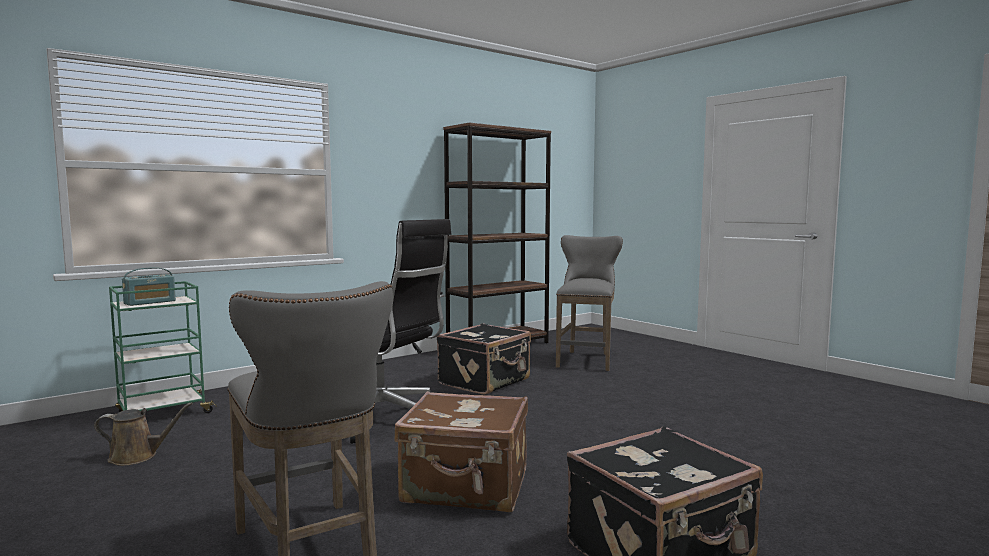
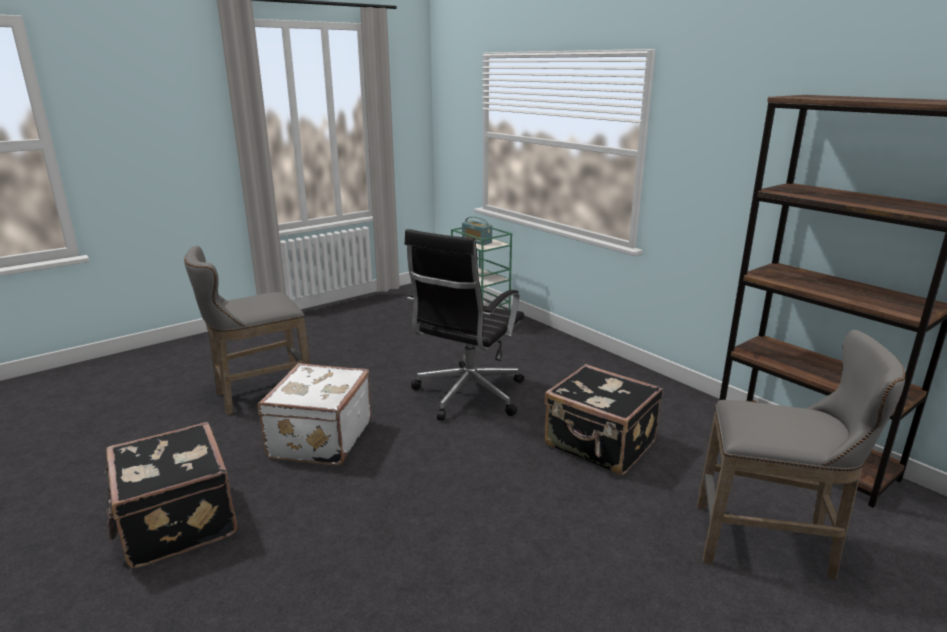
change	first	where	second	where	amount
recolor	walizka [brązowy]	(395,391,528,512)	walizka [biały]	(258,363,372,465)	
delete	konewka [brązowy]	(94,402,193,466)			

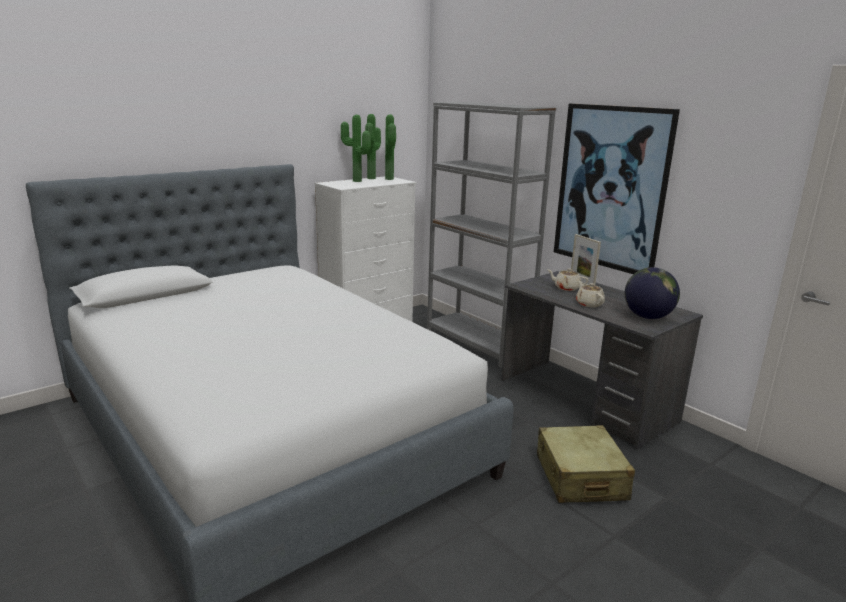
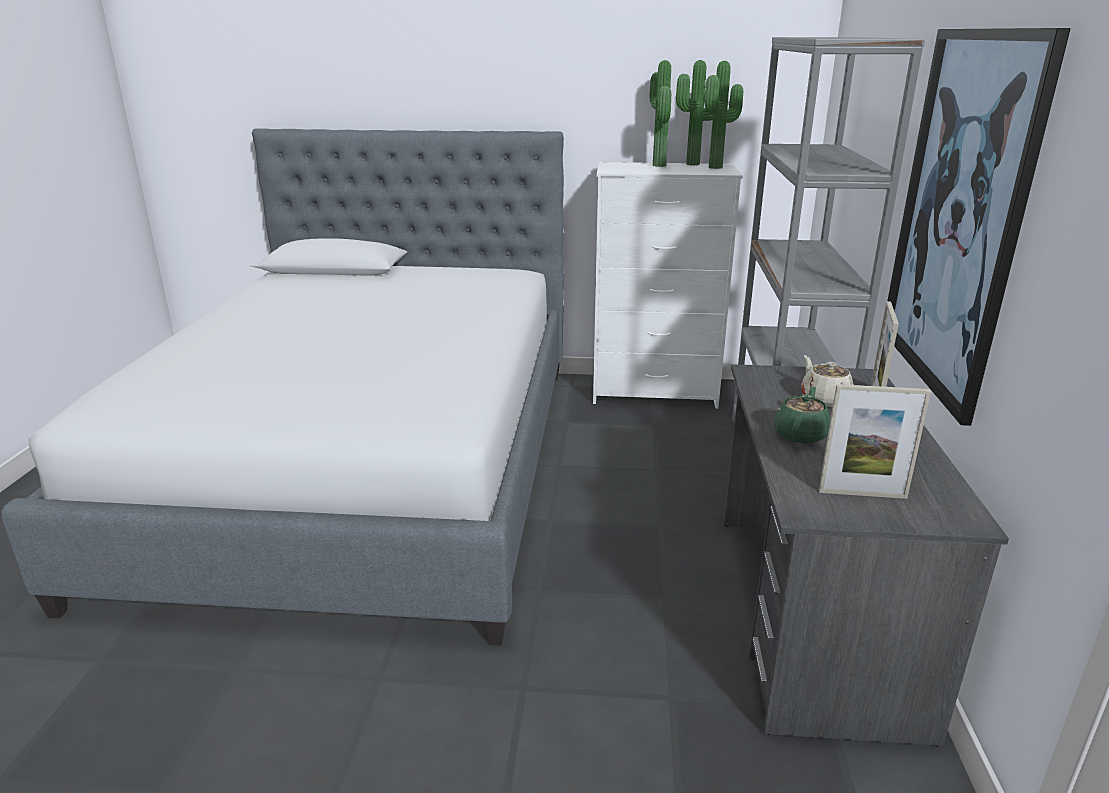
change	first	where	second	where	amount
recolor	imbryk [beżowy]	(576,281,605,307)	imbryk [zielony]	(774,387,830,444)	
replace	globus	(625,267,680,319)	ramka na zdjęcie	(819,384,931,499)	
delete	walizka [beżowy]	(537,425,635,503)			

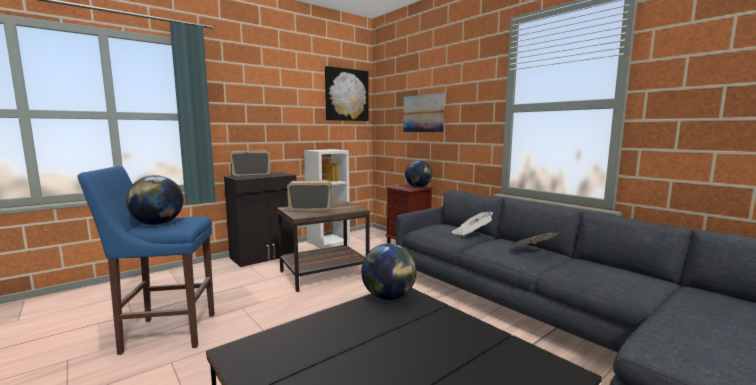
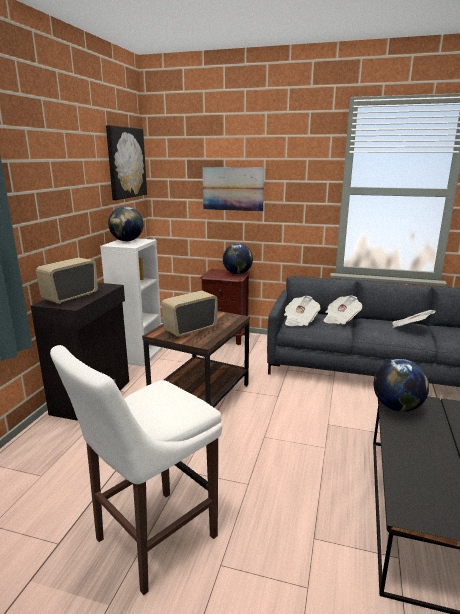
change	first	where	second	where	amount
recolor	stołek [niebieski]	(78,166,214,355)	stołek [biały]	(50,345,222,595)	
move	globus	(126,175,184,225)		(108,206,143,241)	
insert			gazeta	(284,296,321,326)	

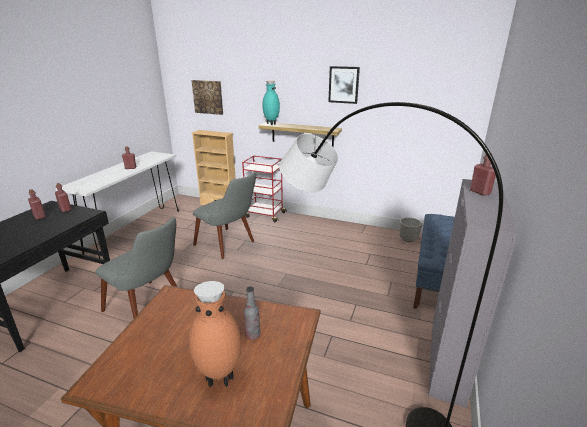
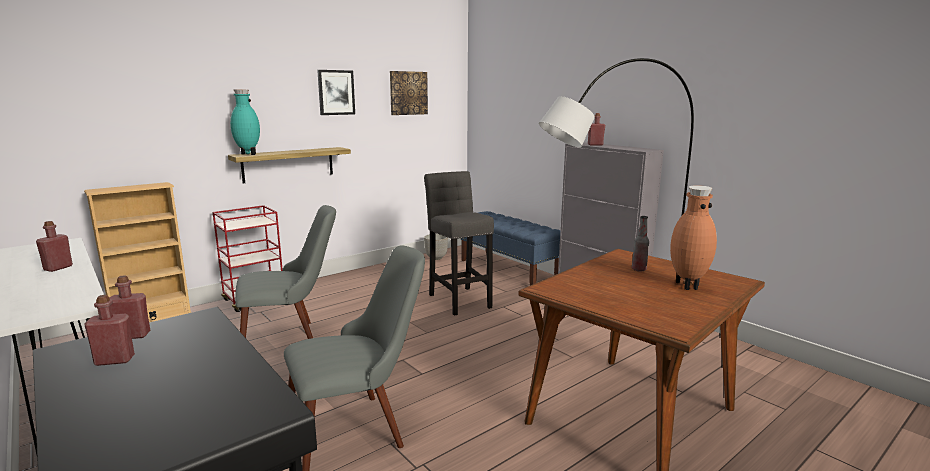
change	first	where	second	where	amount
move	obraz	(191,80,223,115)		(390,71,428,115)	
insert			stołek [szary]	(424,171,494,316)	

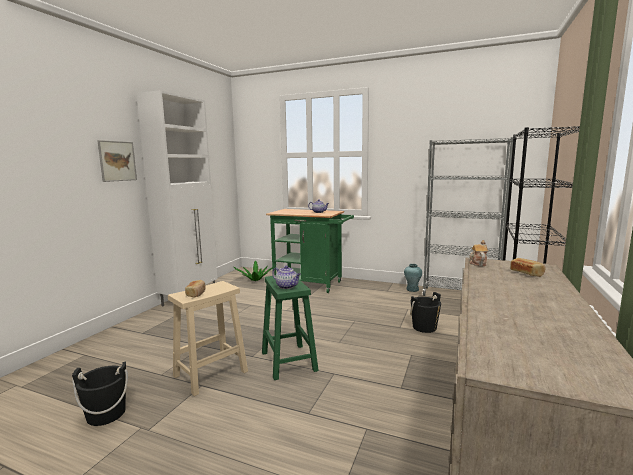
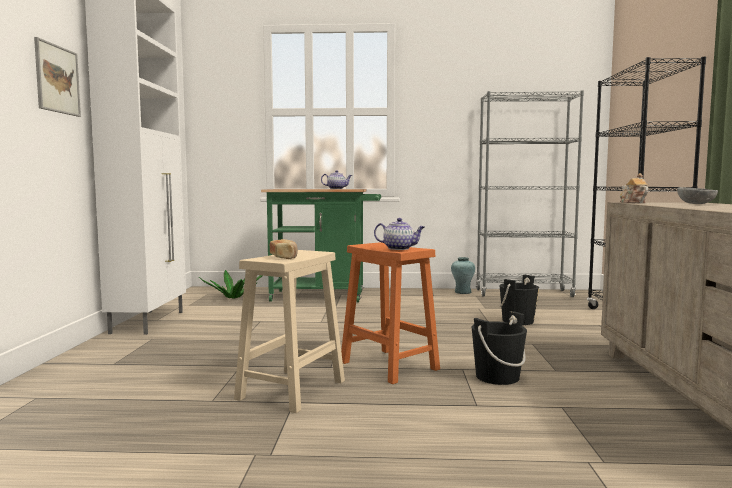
change	first	where	second	where	amount
recolor	stołek [zielony]	(262,276,319,380)	stołek [pomarańczowy]	(341,243,440,384)	
move	wiadro [czarny]	(72,361,128,426)		(472,311,527,385)	
replace	chleb	(510,258,545,277)	miska [szary]	(677,187,718,204)	

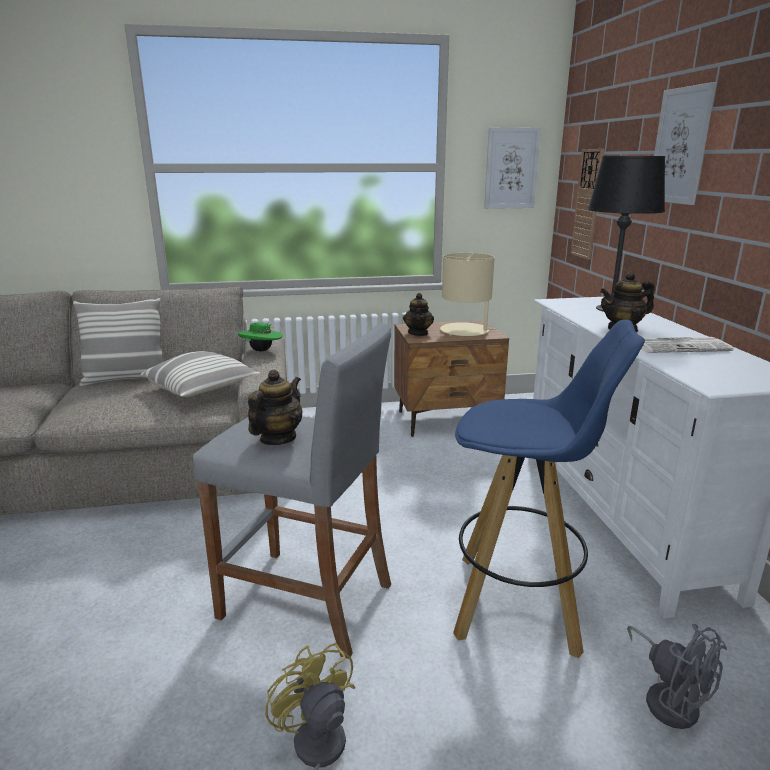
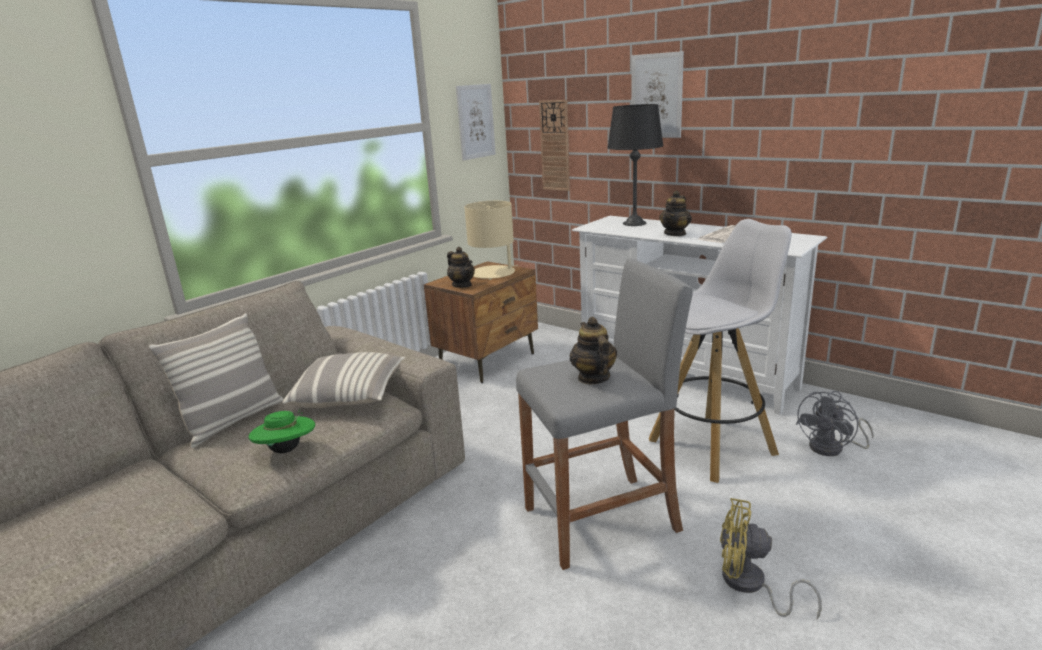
change	first	where	second	where	amount
move	kapelusz [zielony]	(238,323,283,351)		(249,410,315,453)	
recolor	stołek [niebieski]	(453,319,645,659)	stołek [biały]	(649,219,792,483)	
rotate	wentylator [szary]	(627,624,727,729)		(796,391,874,456)	120 degrees clockwise

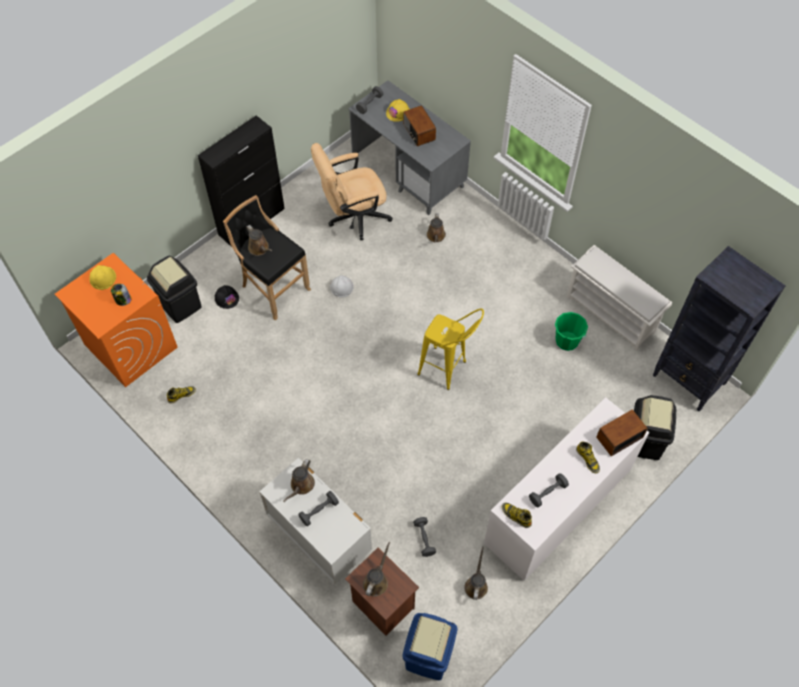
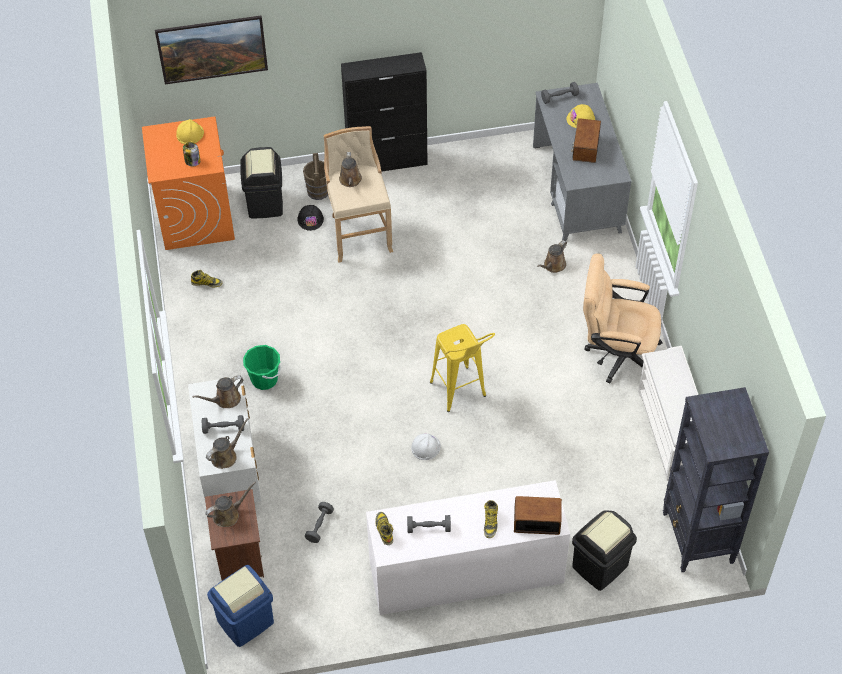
change	first	where	second	where	amount
insert			obraz	(155,15,268,84)	
move	konewka [brązowy]	(464,547,488,600)		(206,418,248,469)	
move	wiadro [zielony]	(555,312,588,351)		(243,345,281,390)	
insert			wiadro [brązowy]	(303,153,328,200)	
recolor	stołek [czarny]	(223,195,311,321)	stołek [beżowy]	(323,126,393,263)	
move	kask [biały]	(330,275,354,298)		(411,434,441,460)	
move	krzesło biurowe [beżowy]	(311,143,393,240)		(583,253,663,383)	

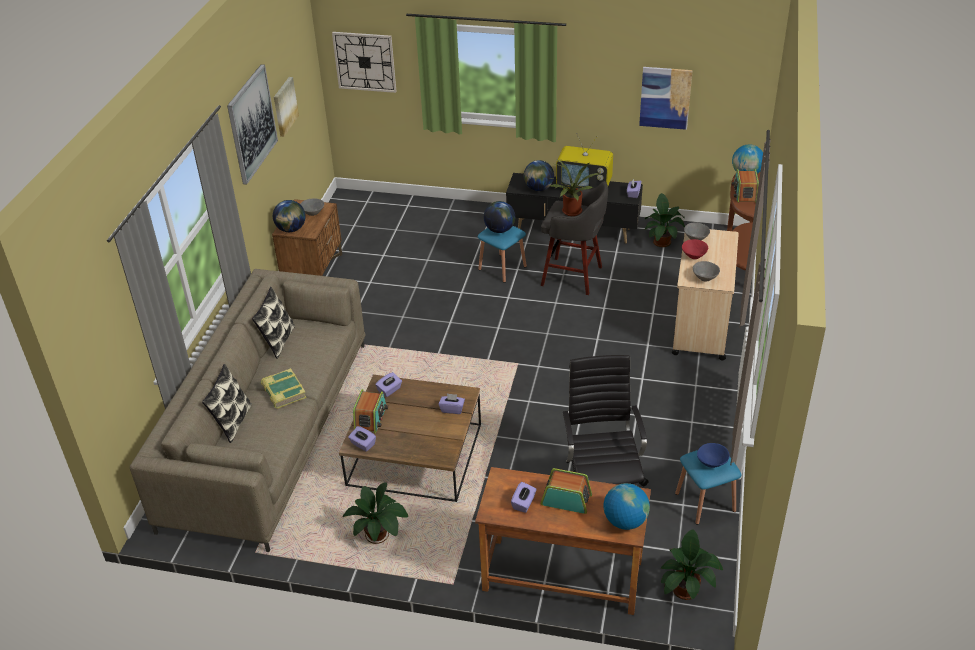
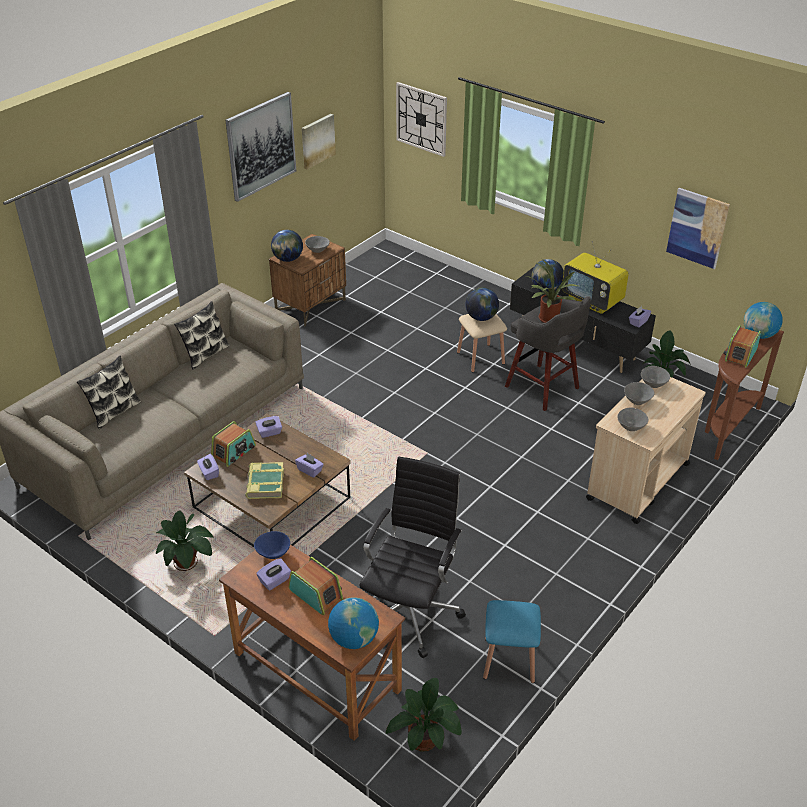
change	first	where	second	where	amount
move	książka	(260,368,306,409)		(245,462,284,499)	
move	miska [niebieski]	(697,443,730,468)		(254,531,290,559)	
recolor	stołek [niebieski]	(478,226,527,283)	stołek [beżowy]	(457,314,507,373)	
recolor	miska [czerwony]	(682,239,708,259)	miska [szary]	(624,382,655,405)	

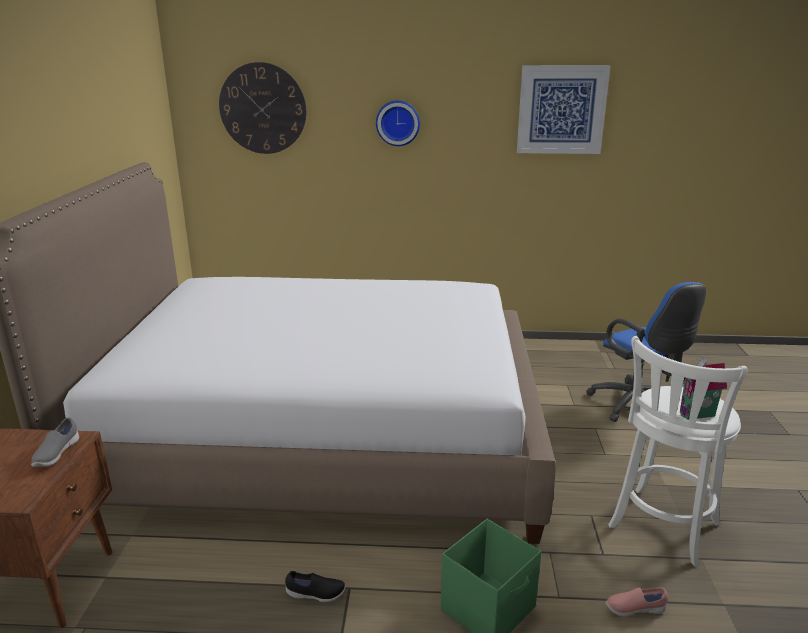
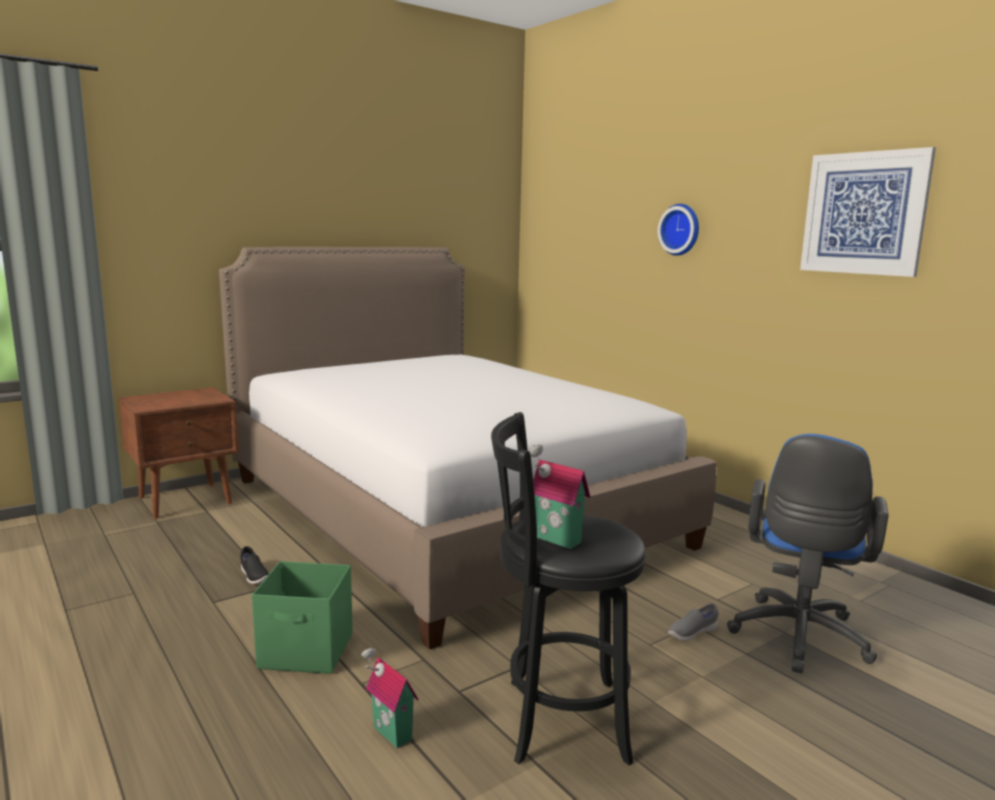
change	first	where	second	where	amount
replace	but [różowy]	(605,587,668,616)	domek	(361,645,419,748)	
recolor	stołek [biały]	(608,336,747,566)	stołek [czarny]	(491,412,646,766)	
move	but [szary]	(31,417,79,467)		(668,603,718,641)	
delete	zegar ścienny	(219,62,307,154)			

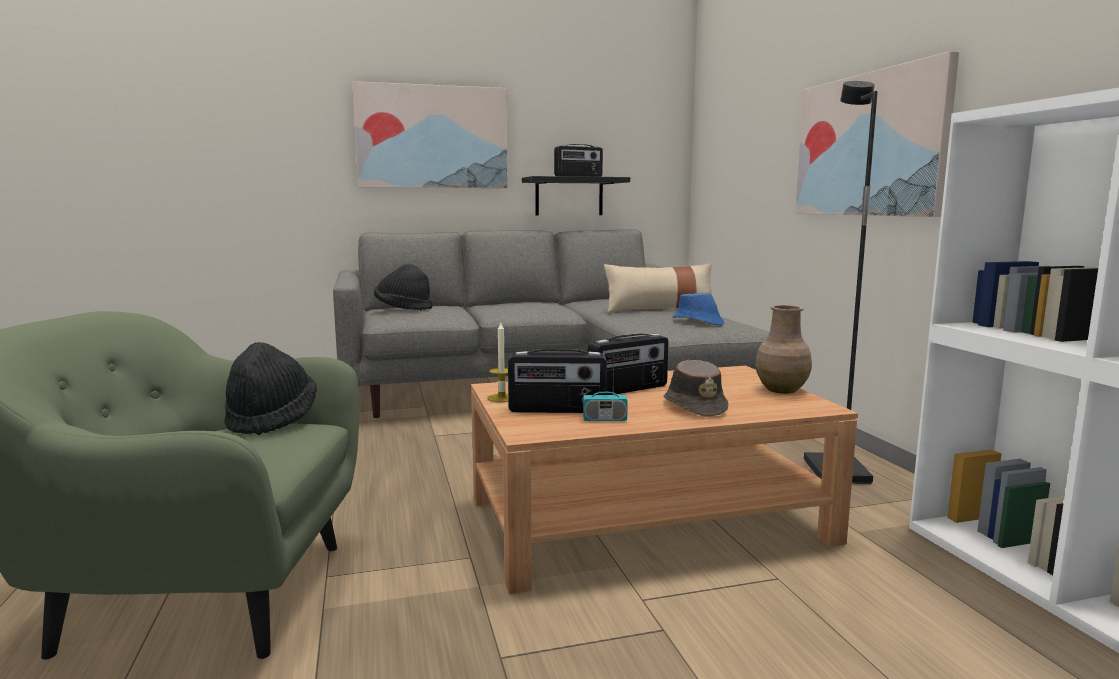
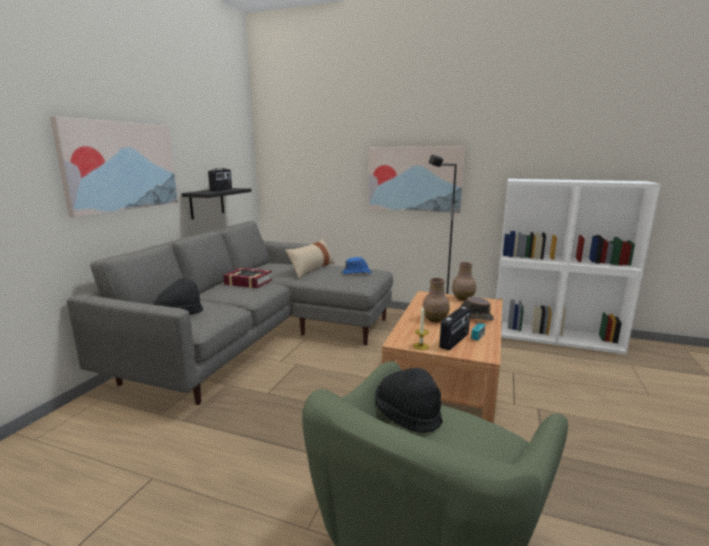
change	first	where	second	where	amount
insert			książka	(223,268,273,288)	
replace	radio	(588,333,668,395)	wazon [brązowy]	(422,278,450,322)	

